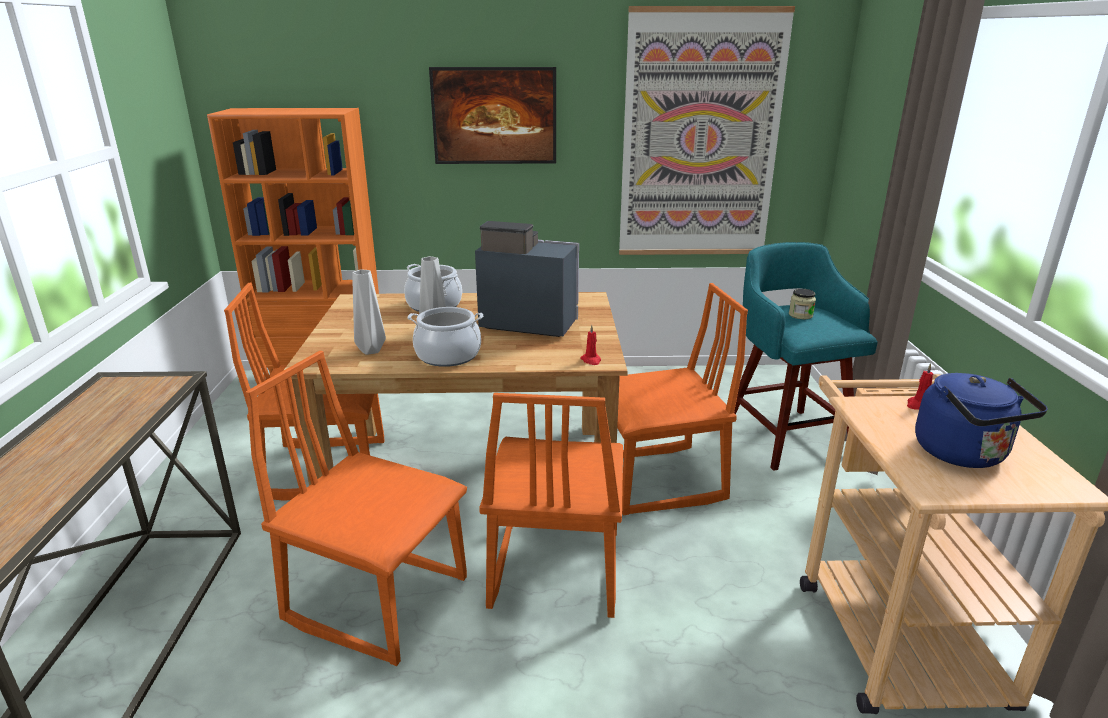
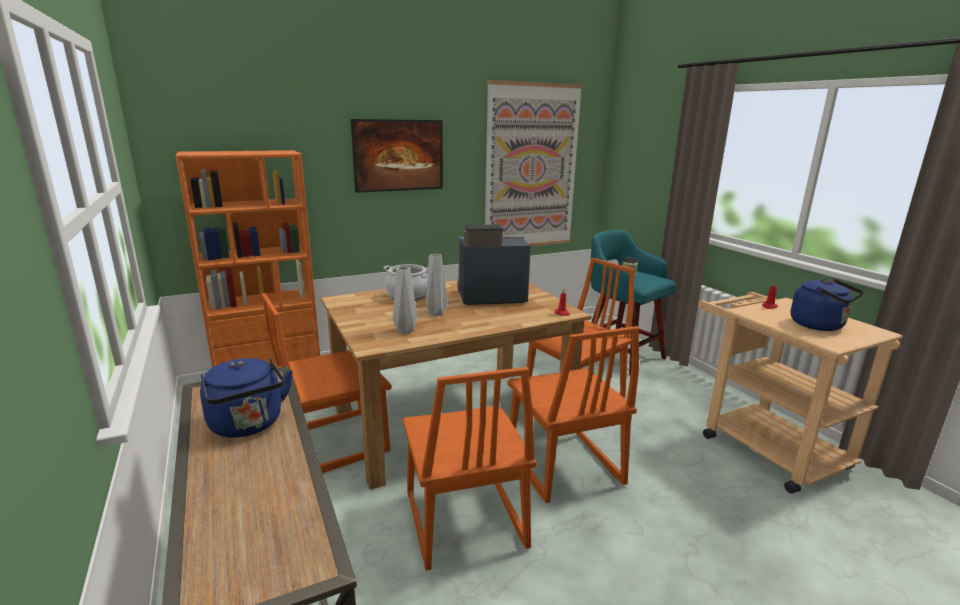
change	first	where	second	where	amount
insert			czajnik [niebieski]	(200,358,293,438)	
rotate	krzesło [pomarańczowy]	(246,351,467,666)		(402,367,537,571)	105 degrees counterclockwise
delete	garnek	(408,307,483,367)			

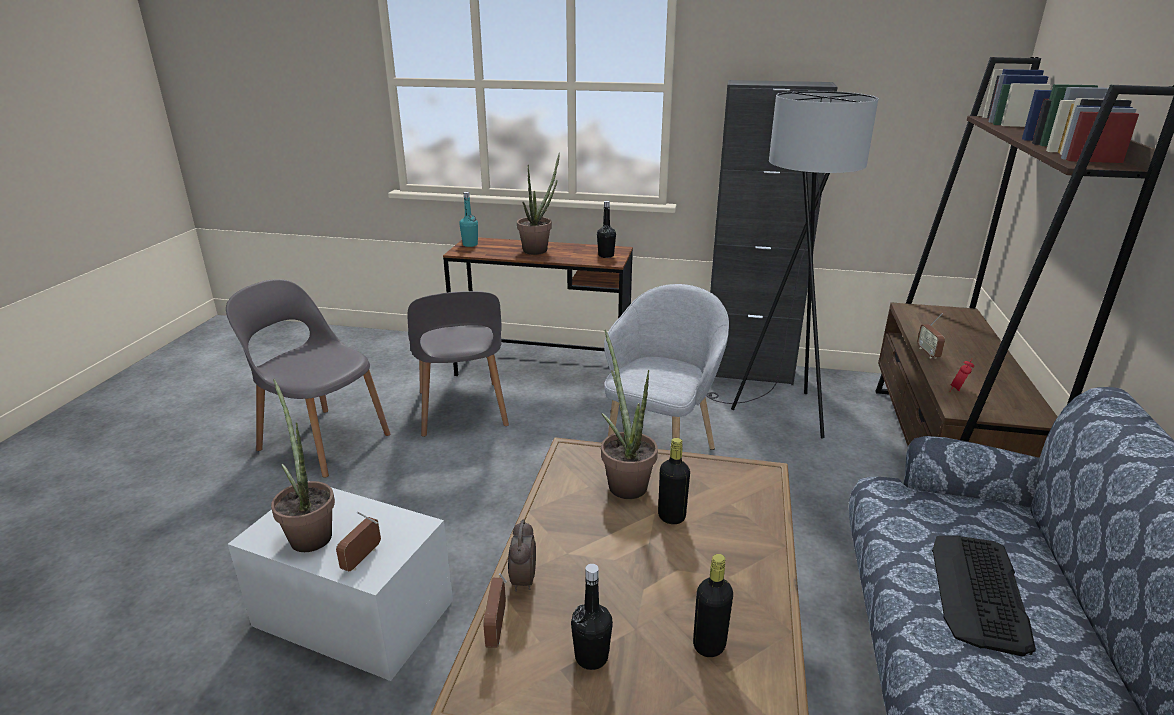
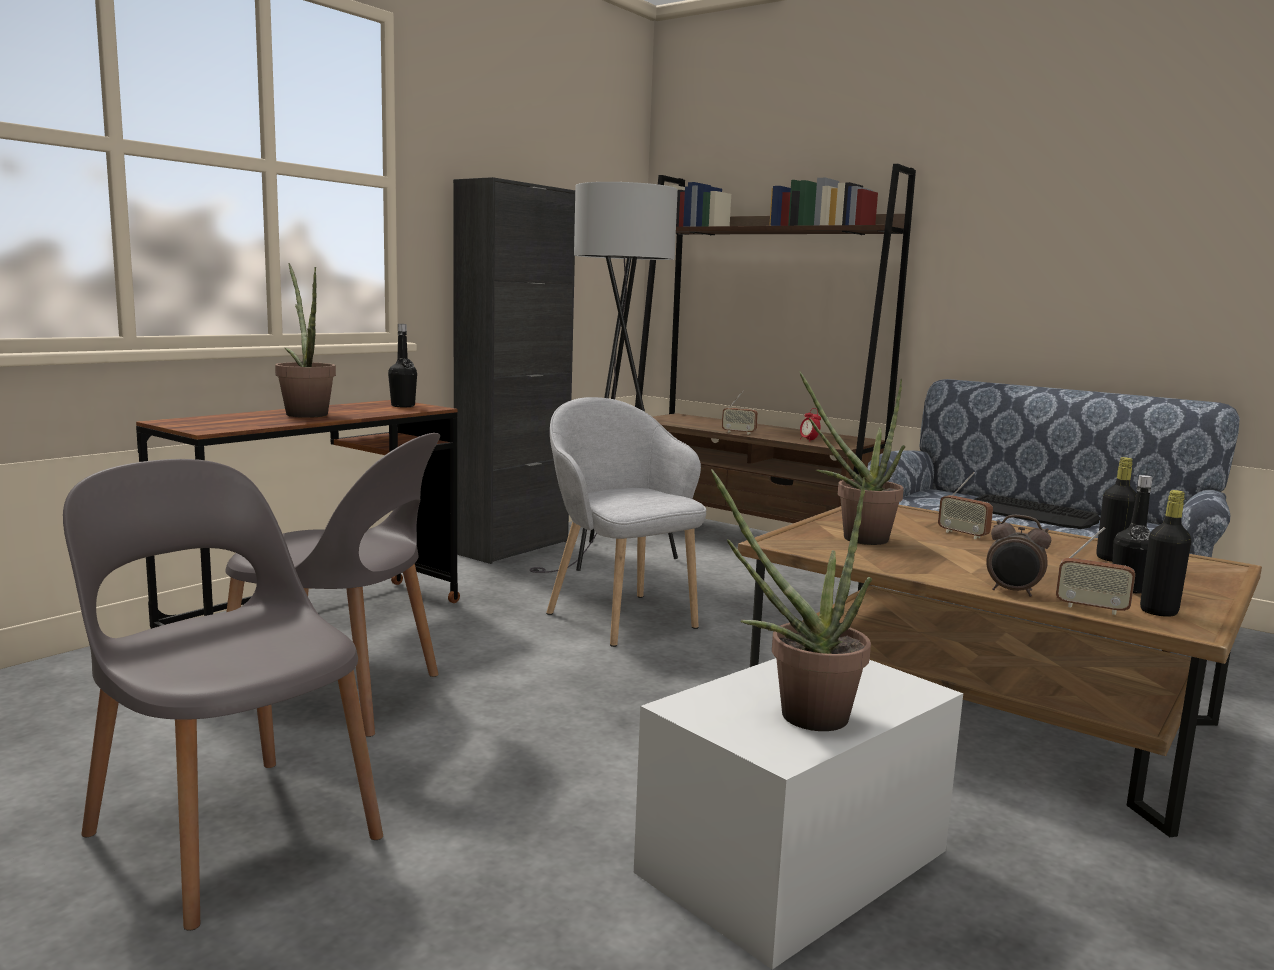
change	first	where	second	where	amount
rotate	krzesło [szary]	(226,279,391,478)		(63,459,383,931)	75 degrees clockwise
move	radio	(336,512,381,572)		(938,472,993,539)	
move	butelka [czarny]	(658,438,690,524)		(1140,490,1191,617)	
delete	butelka [turkusowy]	(459,192,478,247)			

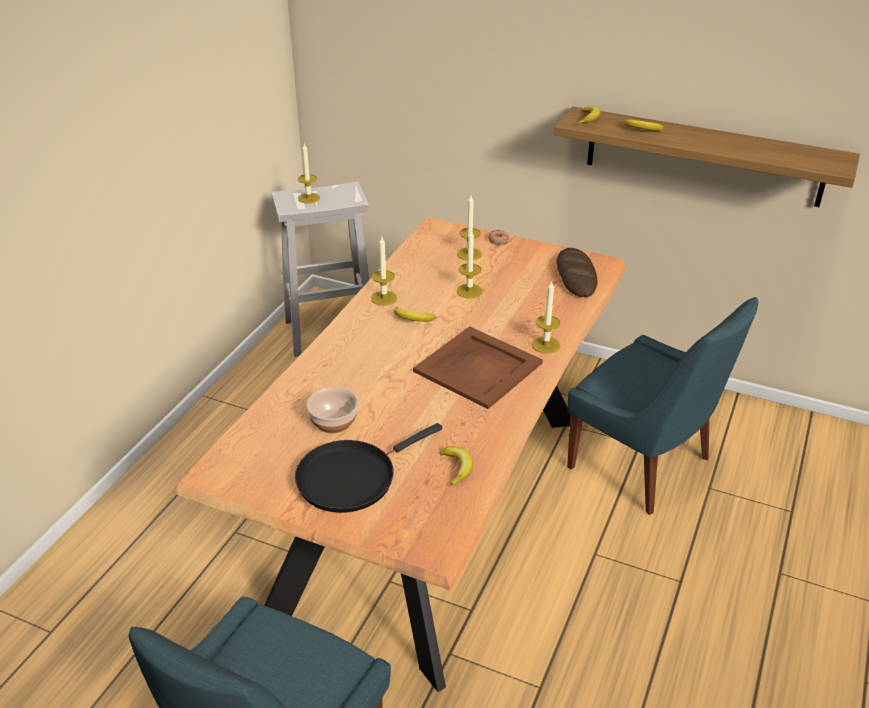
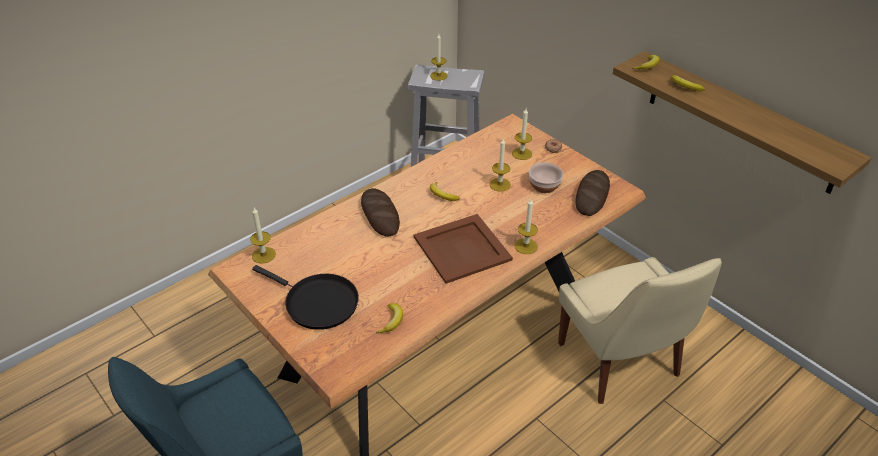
change	first	where	second	where	amount
move	świeca	(371,237,397,306)		(250,208,276,264)	
rotate	patelnia [czarny]	(295,423,442,513)		(252,265,359,330)	135 degrees counterclockwise
insert			chleb	(361,188,400,237)	
move	miska	(307,387,358,433)		(529,162,563,193)	
recolor	krzesło [niebieski]	(567,297,758,515)	krzesło [beżowy]	(558,257,722,404)	

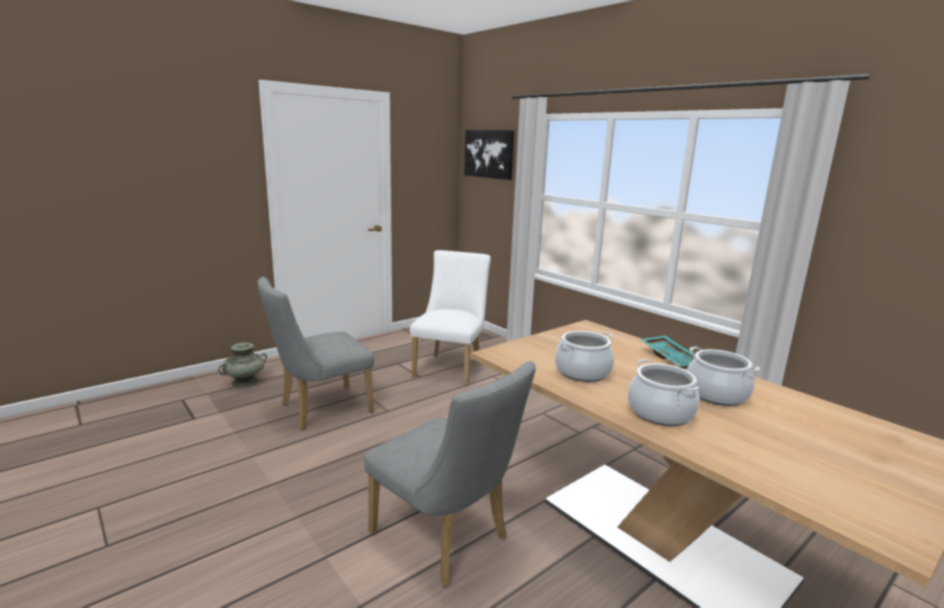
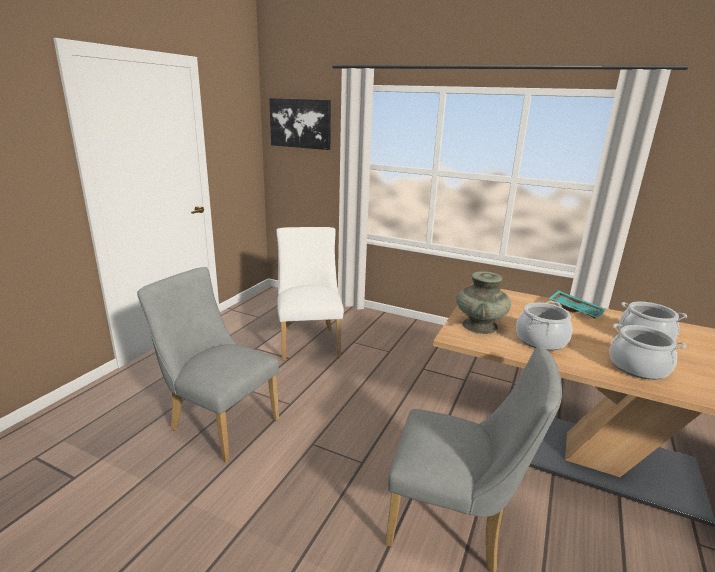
change	first	where	second	where	amount
rotate	krzesło [szary]	(258,277,374,430)		(137,267,279,463)	90 degrees clockwise
move	wazon [turkusowy]	(218,342,267,388)		(456,271,511,334)	

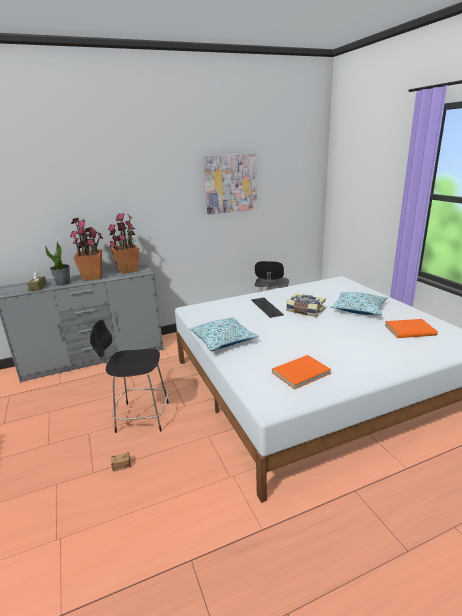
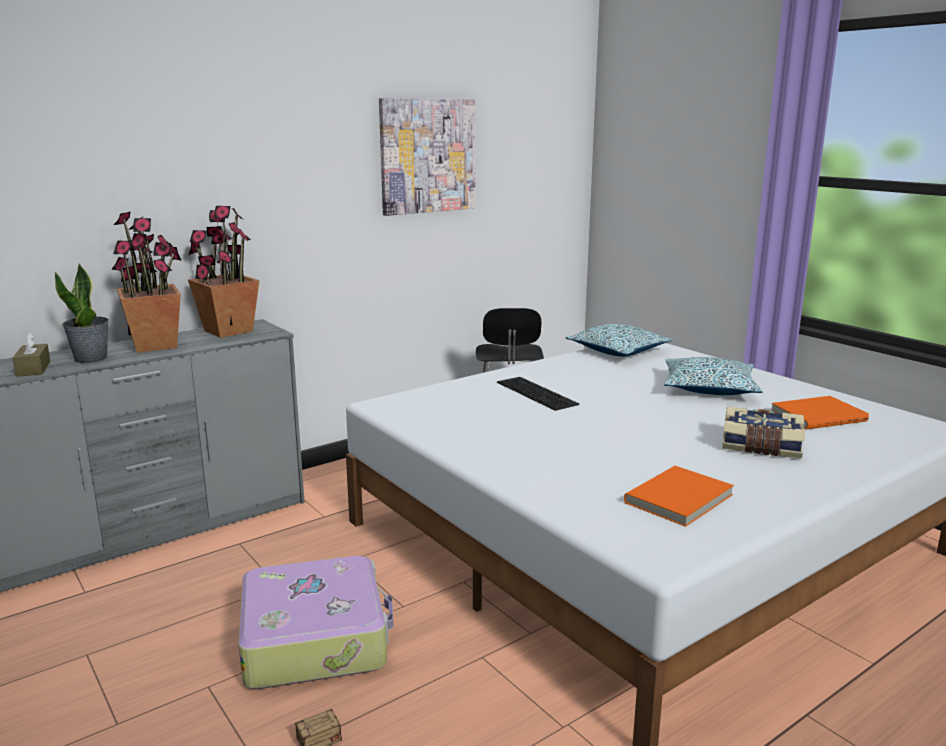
change	first	where	second	where	amount
replace	krzesło [czarny]	(90,319,169,433)	walizka	(238,556,393,689)	
move	poduszka	(189,317,259,351)		(566,324,673,356)	
move	książka	(286,293,326,317)		(722,406,805,458)	

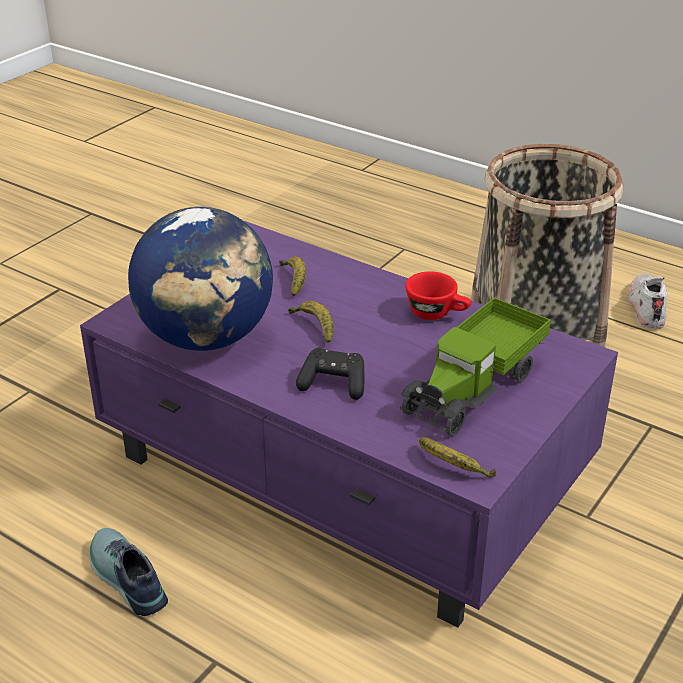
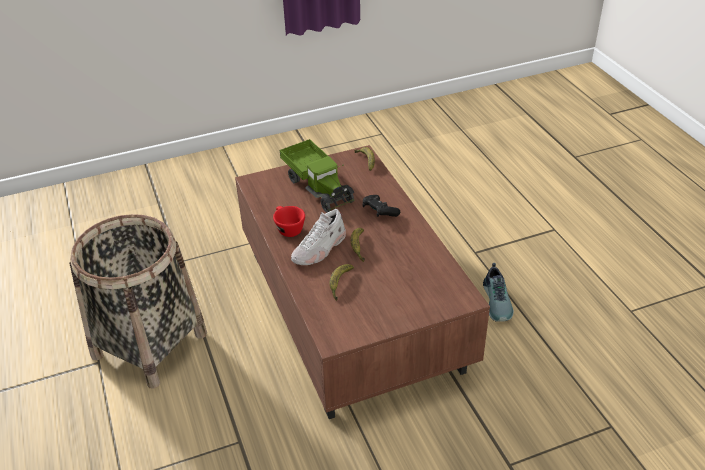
change	first	where	second	where	amount
recolor	ława [fioletowy]	(80,221,618,628)	ława [brązowy]	(235,145,490,419)	
rotate	ciężarówka zabawkowa	(400,297,551,436)		(280,139,355,212)	75 degrees clockwise
move	but [biały]	(627,273,668,328)		(291,209,346,265)	
delete	globus	(128,207,273,351)			

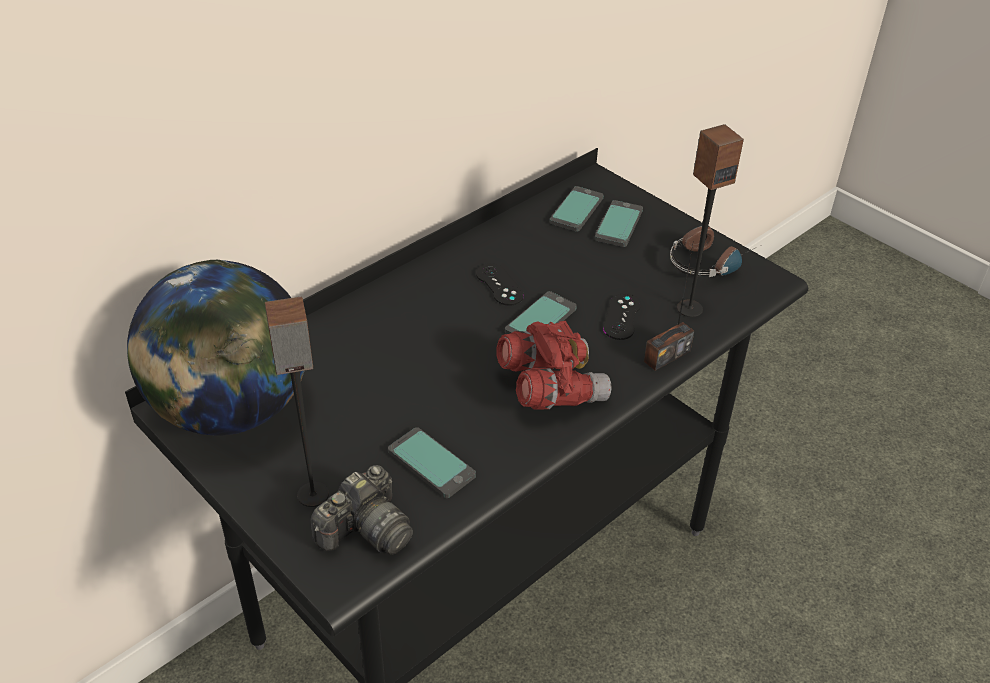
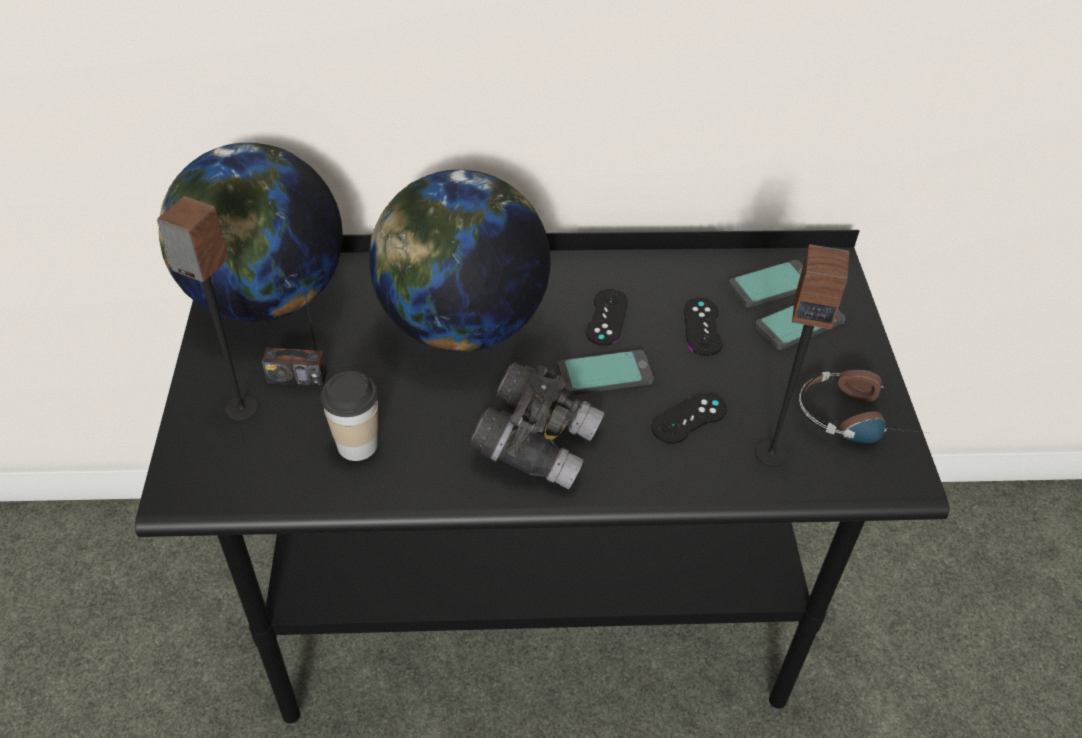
change	first	where	second	where	amount
move	radio	(644,240,694,371)		(262,259,327,387)	
replace	telefon	(388,427,476,498)	filiżanka	(321,371,378,461)	
insert			globus	(369,170,551,352)	
recolor	lornetka [czerwony]	(496,321,612,409)	lornetka [szary]	(470,362,605,490)	
insert			pad do gier [czarny]	(684,298,723,356)	
delete	aparat fotograficzny	(311,465,413,555)			

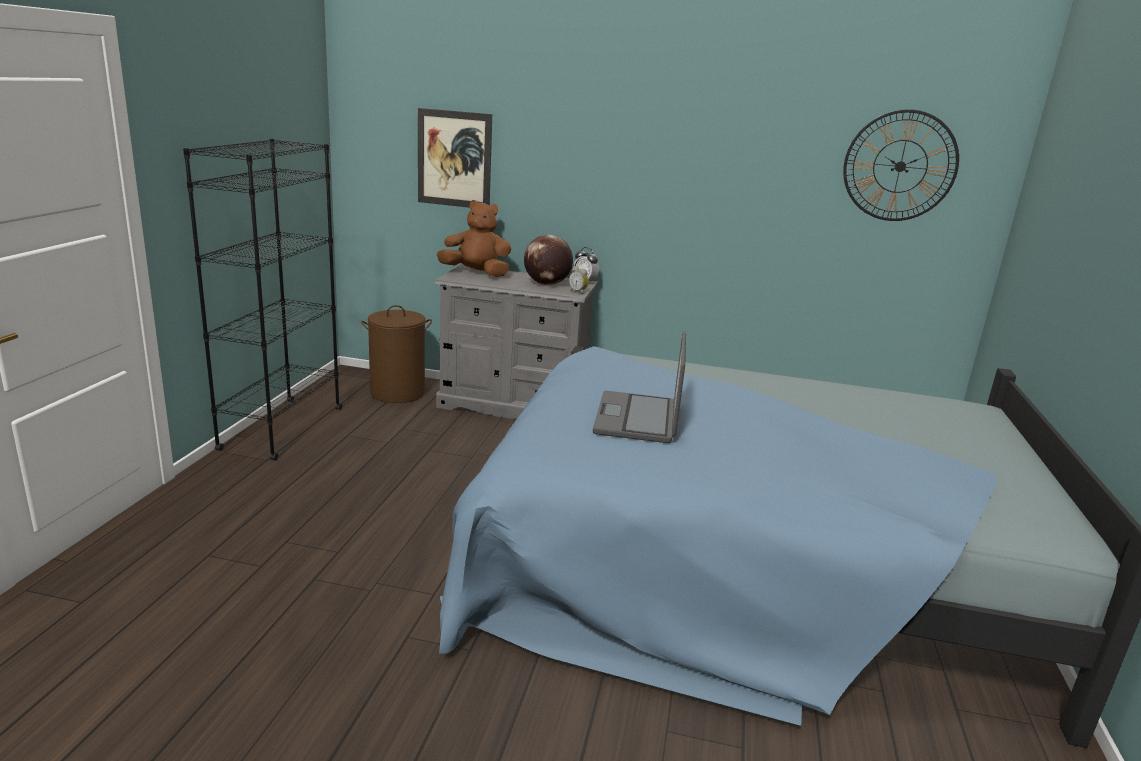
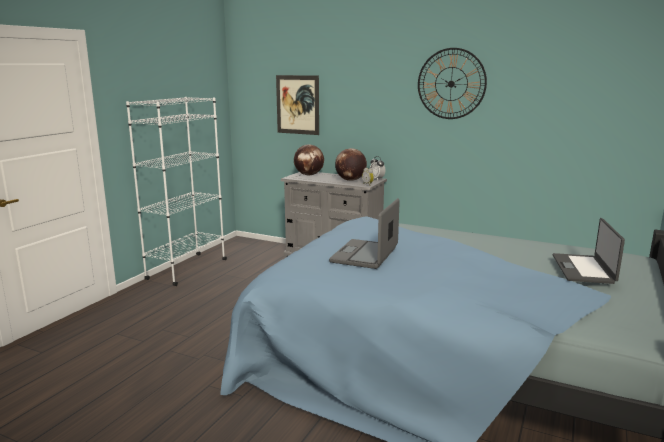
change	first	where	second	where	amount
recolor	regał [czarny]	(183,139,342,460)	regał [biały]	(126,97,227,286)	
replace	pluszak [brązowy]	(437,200,511,277)	globus	(294,144,324,175)	
move	zegar ścienny	(843,109,959,221)		(418,48,487,119)	
insert			laptop	(553,218,625,284)	
delete	kosz na pranie [brązowy]	(361,305,432,403)			

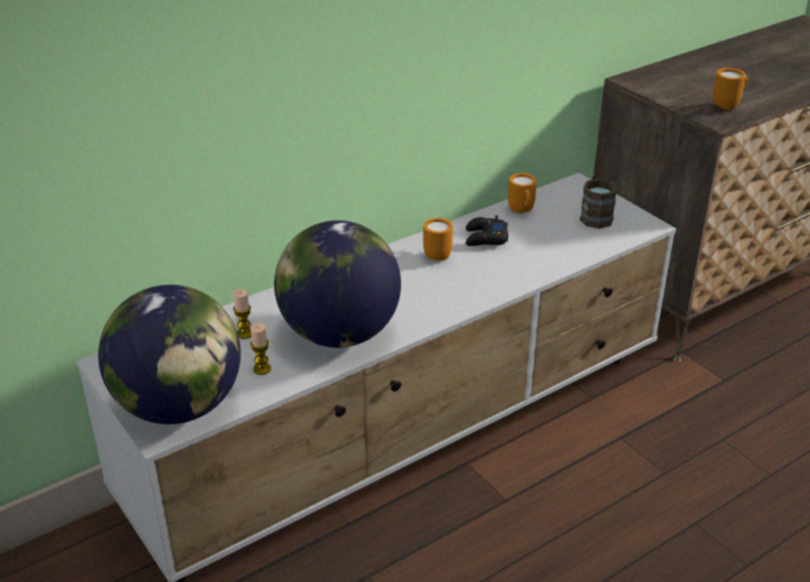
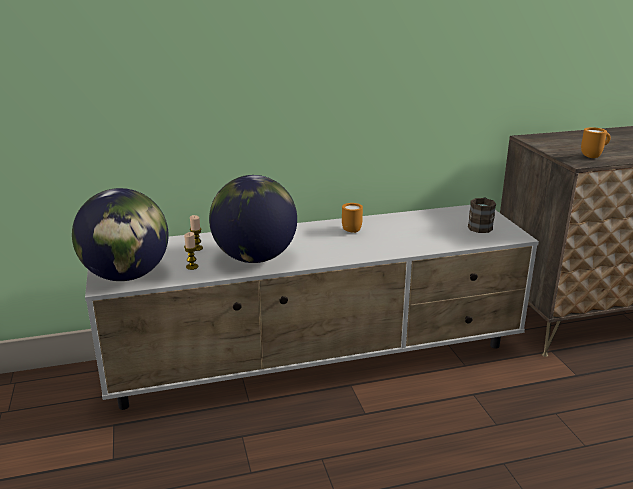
change	first	where	second	where	amount
delete	pad do gier [czarny]	(466,215,508,246)			
delete	kubek [pomarańczowy]	(508,173,537,213)			

